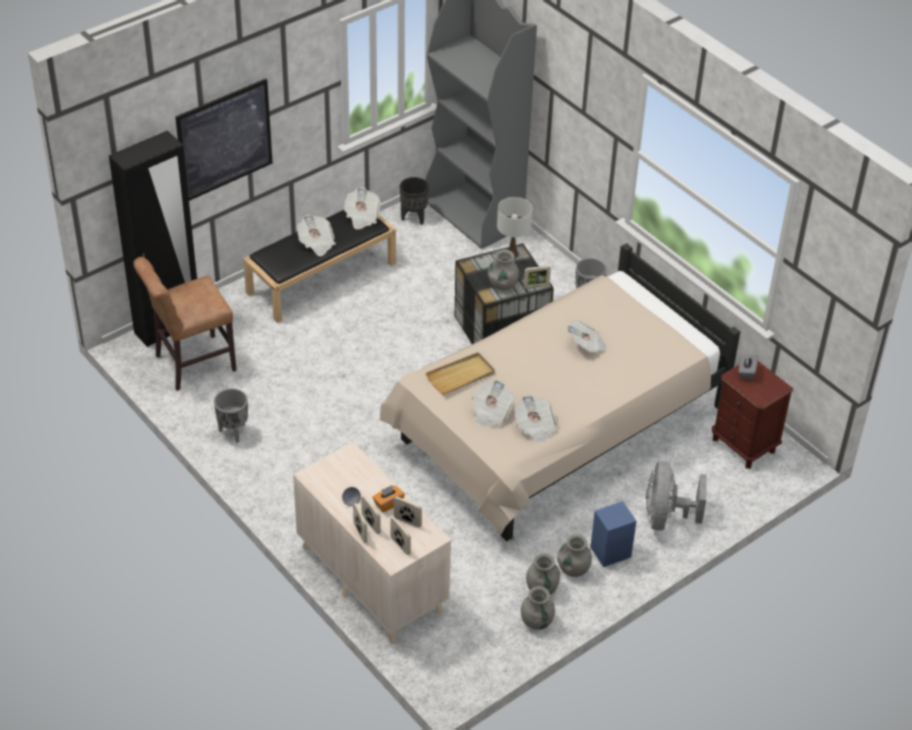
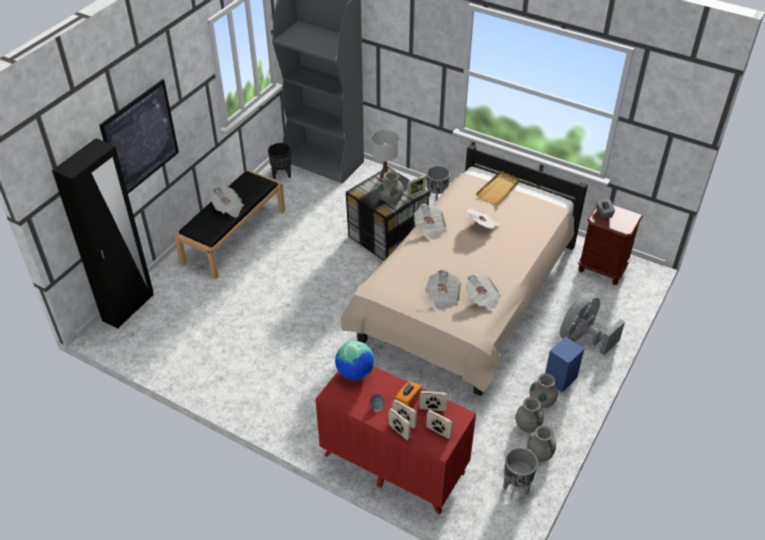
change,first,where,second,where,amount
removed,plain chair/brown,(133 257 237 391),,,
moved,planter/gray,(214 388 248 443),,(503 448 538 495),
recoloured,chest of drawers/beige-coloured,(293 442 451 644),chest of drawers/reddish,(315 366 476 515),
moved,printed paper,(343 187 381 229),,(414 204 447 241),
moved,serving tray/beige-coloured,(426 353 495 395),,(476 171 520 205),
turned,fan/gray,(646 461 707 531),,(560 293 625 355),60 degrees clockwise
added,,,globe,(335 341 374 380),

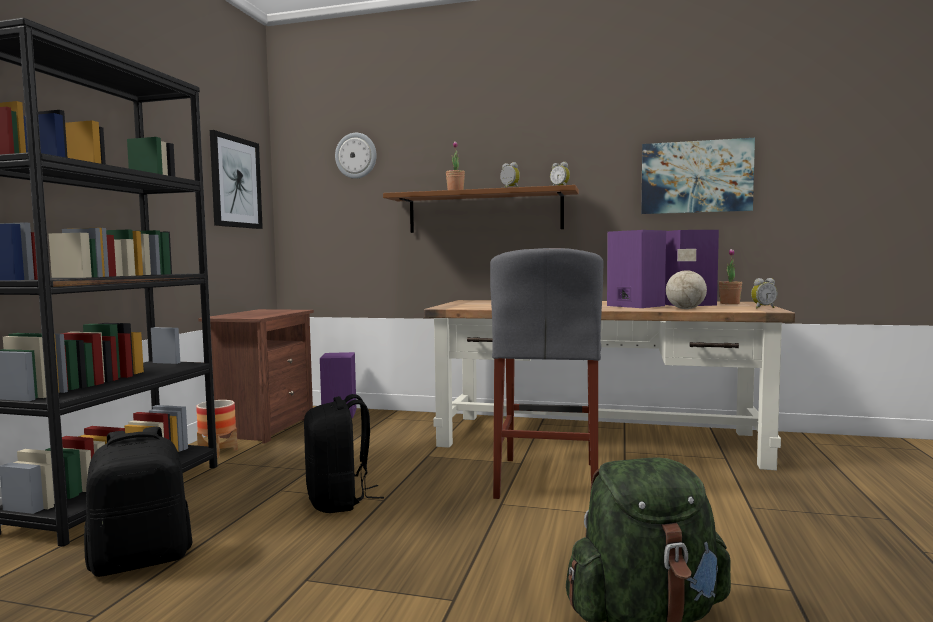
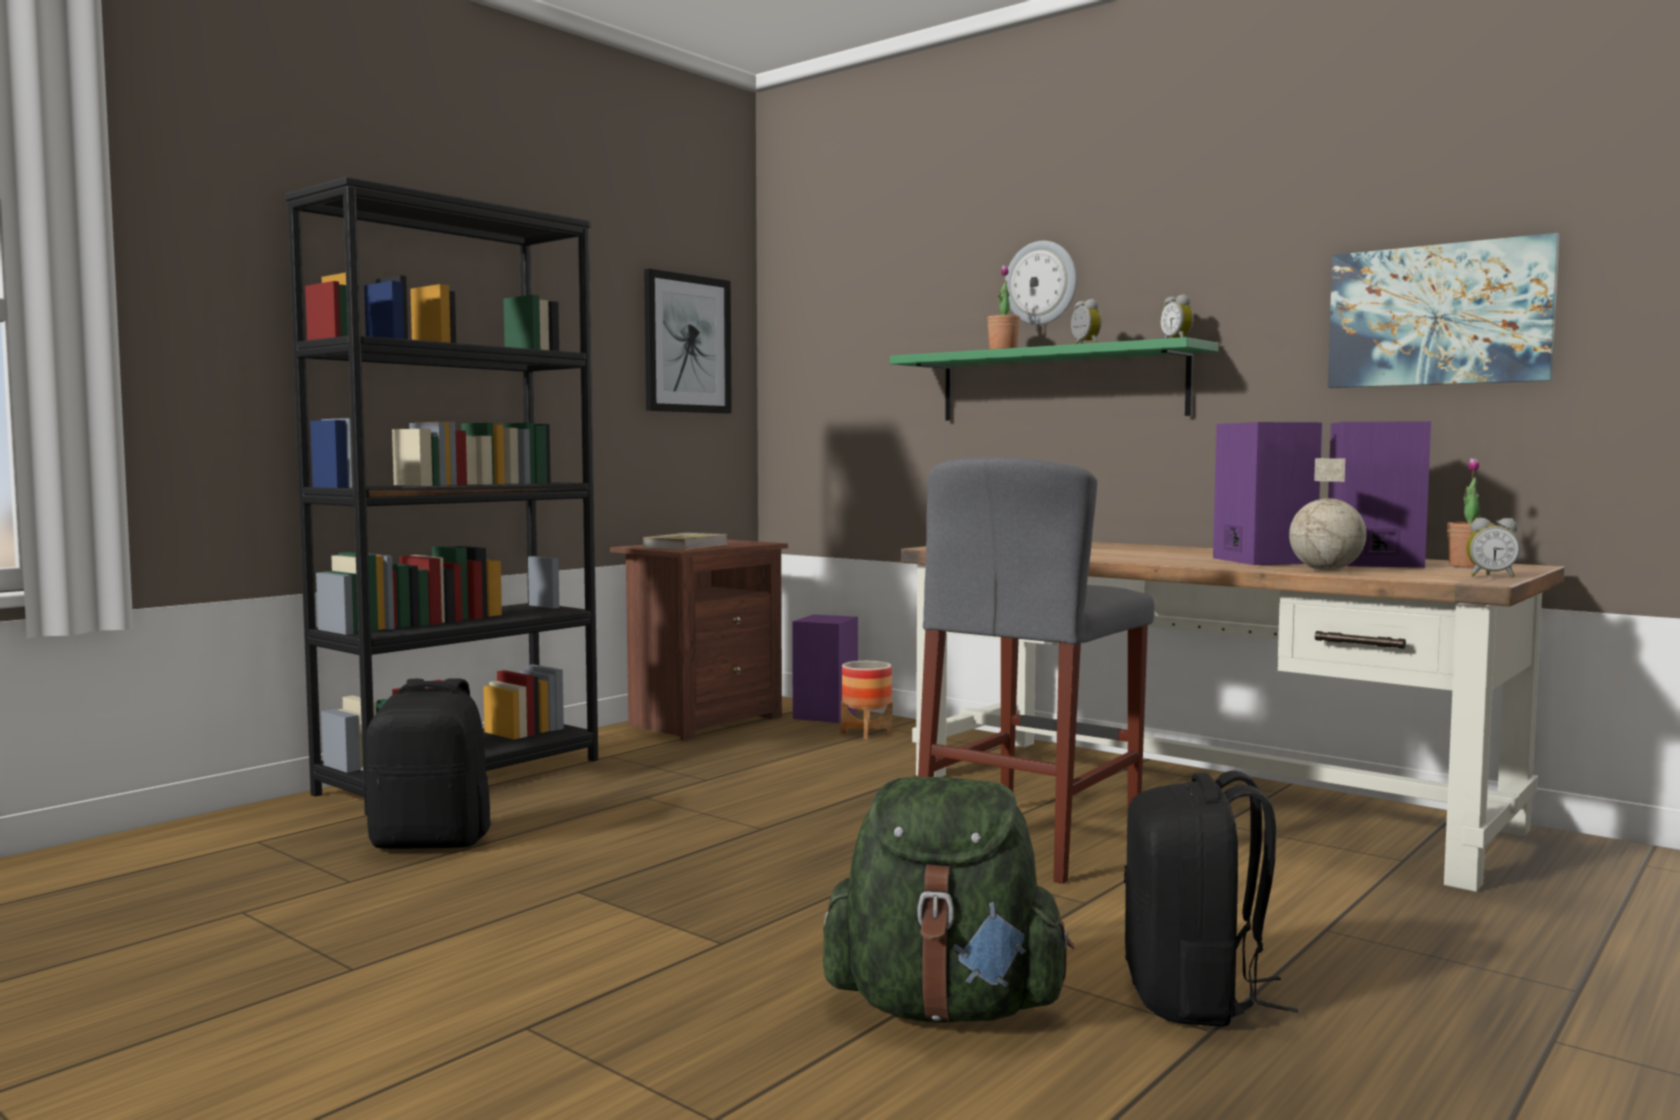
change,first,where,second,where,amount
moved,planter,(196 400 238 458),,(841 661 893 739),
moved,backpack/black-coloured,(304 394 384 513),,(1124 770 1298 1027),
moved,clock on the wall,(335 133 377 179),,(1005 241 1077 325),
recoloured,bracket shelf/brown,(383 185 579 233),bracket shelf/green-coloured,(890 337 1219 421),
added,,,bound book,(643 533 728 550),

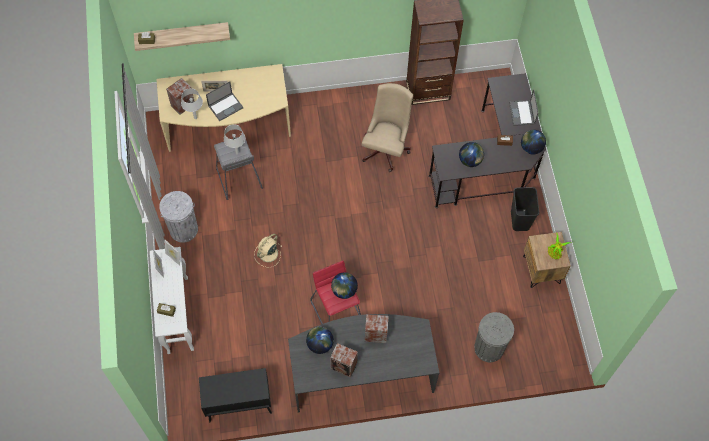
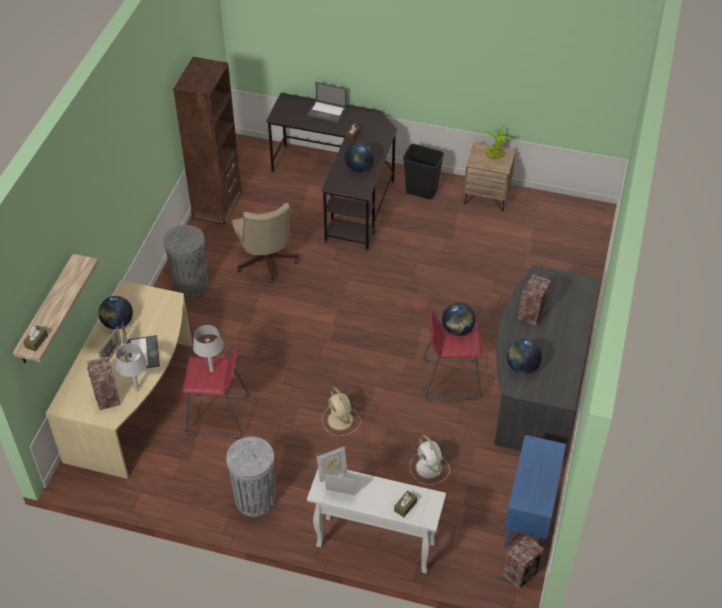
change,first,where,second,where,amount
recoloured,cupboard/black-coloured,(199 368 272 422),cupboard/bluish,(504 435 566 548),
recoloured,sitting stool/gray,(214 137 263 200),sitting stool/reddish,(182 342 249 439),
moved,loudspeaker,(330 343 358 377),,(503 535 544 589),
turned,desk chair/beige-coloured,(361 83 413 172),,(232 203 299 283),150 degrees counterclockwise
moved,waste bin/gray,(474 312 514 362),,(163 225 209 298),
moved,globe,(521 130 546 154),,(98 296 133 329),
added,,,fan/whitish,(410 435 450 485),

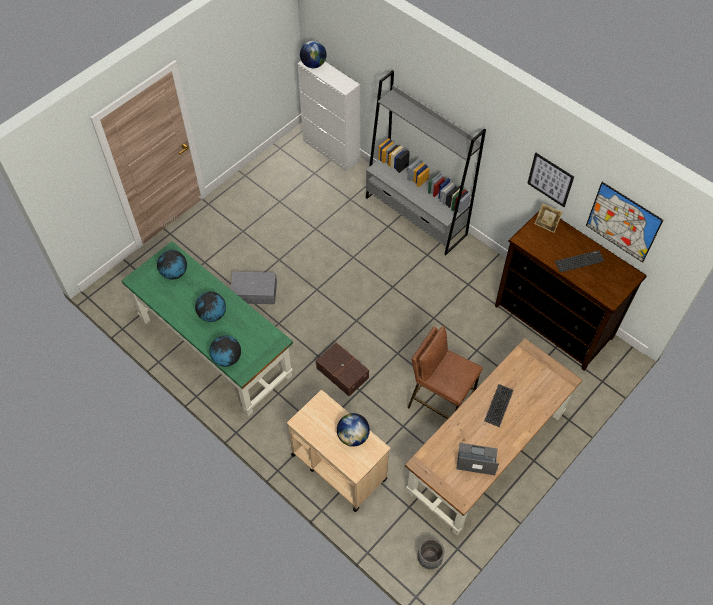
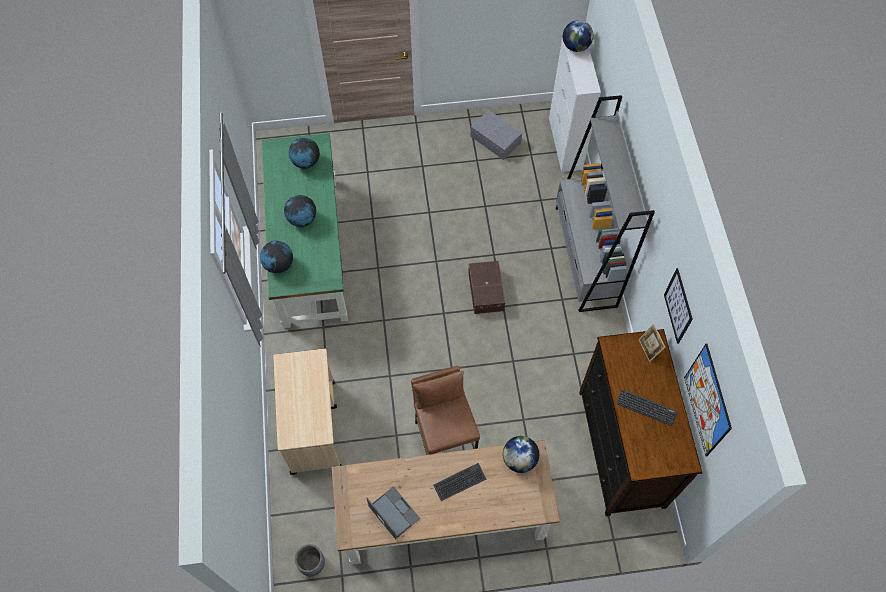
change,first,where,second,where,amount
moved,storage box/gray,(230 272 277 304),,(470 110 522 160),
moved,storage box/brown,(316 342 369 396),,(468 261 505 314),
moved,globe,(337 413 370 447),,(503 436 539 473),

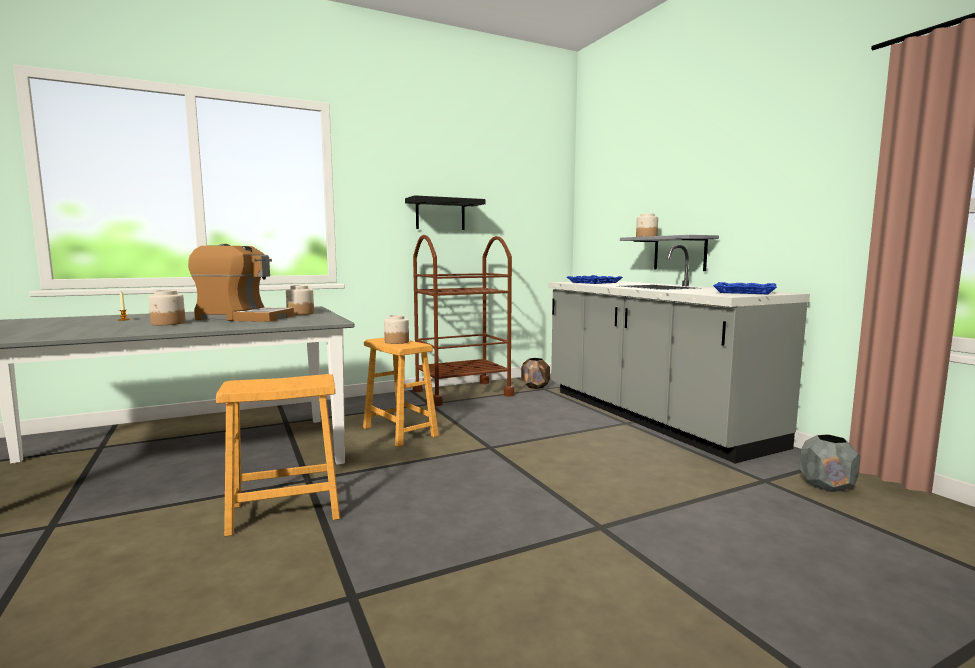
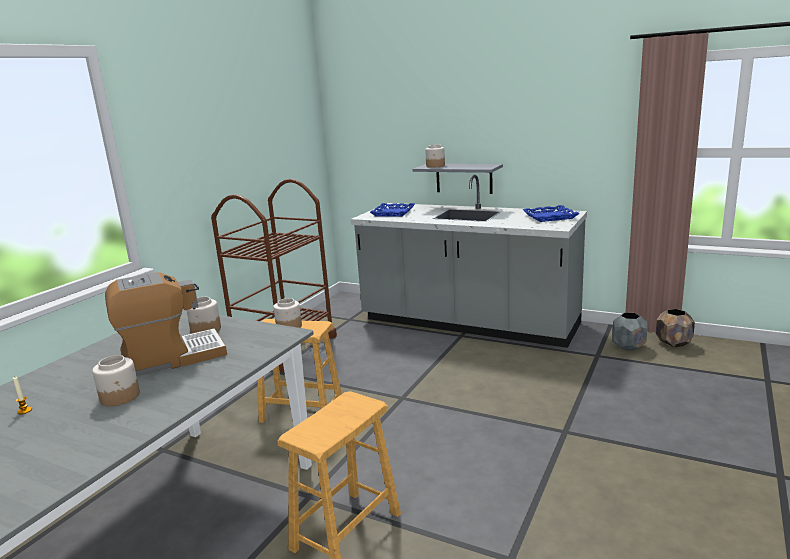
change,first,where,second,where,amount
removed,bracket shelf/black-coloured,(405 195 486 230),,,
moved,planter/brown,(521 358 550 389),,(656 309 695 347),

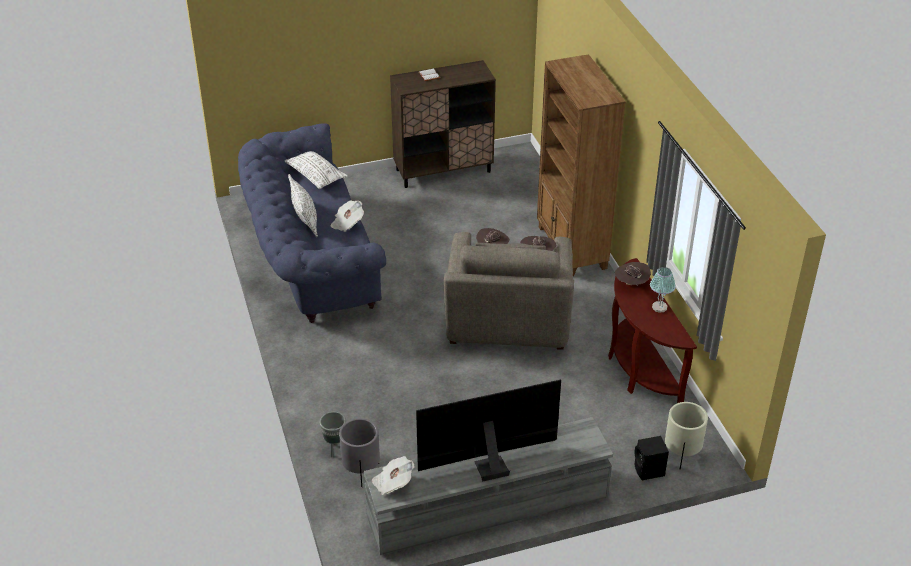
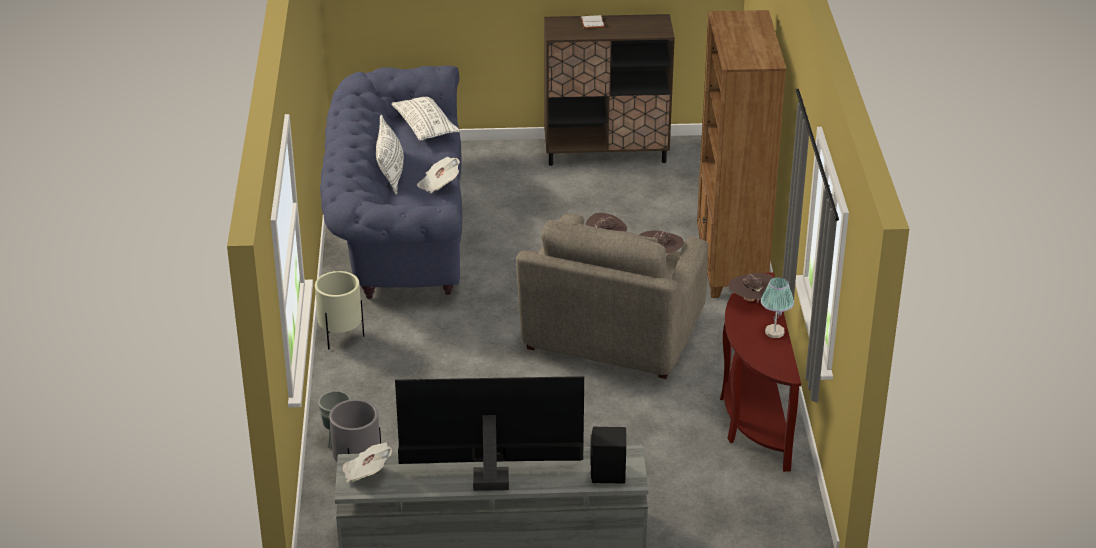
change,first,where,second,where,amount
moved,loudspeaker/black-coloured,(635 436 669 480),,(590 426 626 484),
moved,planter/beige-coloured,(665 402 708 470),,(315 271 364 349),

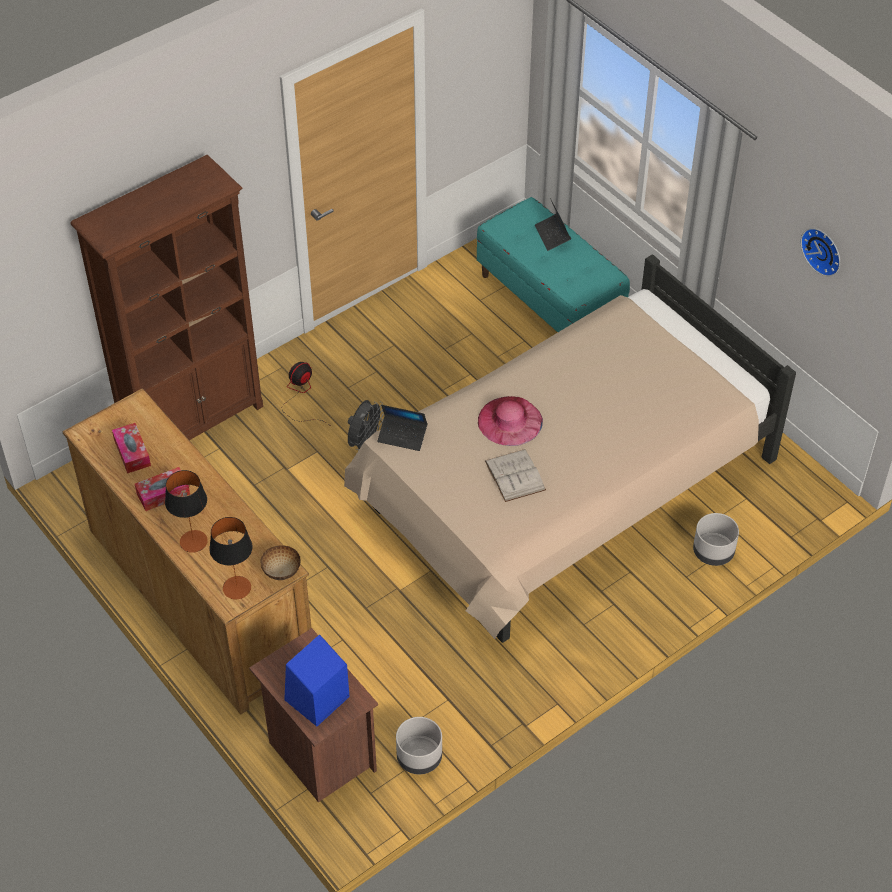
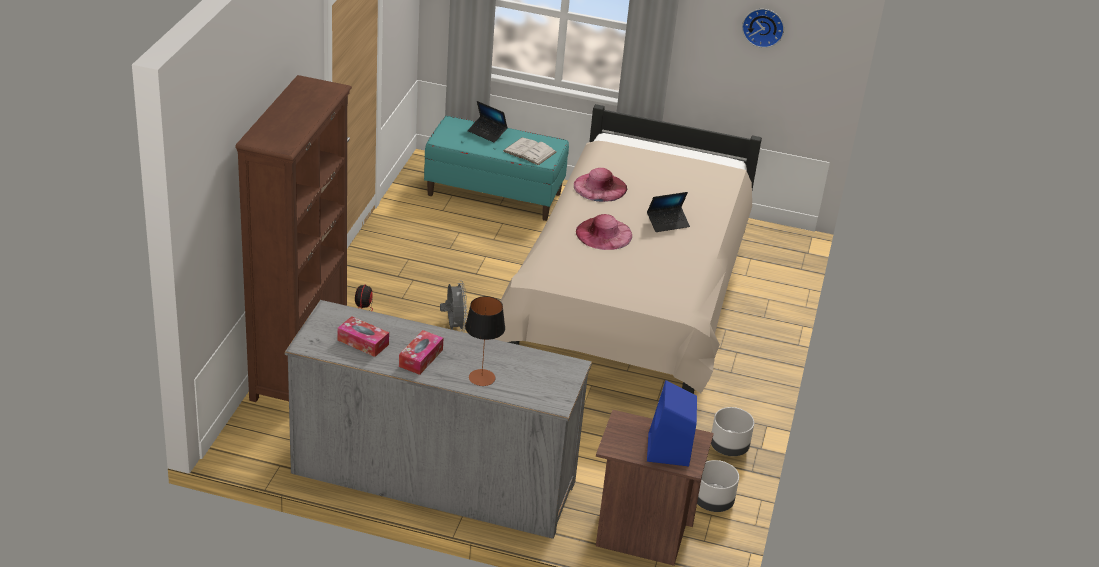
change,first,where,second,where,amount
recoloured,chest of drawers/brown,(63 388 311 715),chest of drawers/gray,(285 300 592 539),
removed,table lamp,(209 517 253 599),,,
removed,serving bowl,(260 545 300 580),,,
moved,portable computer,(377 405 428 451),,(647 192 690 232),
moved,bound book/whitish,(485 449 546 502),,(503 137 556 165),
moved,planter/gray,(693 513 739 566),,(711 407 754 456),
added,,,hat/pink-coloured,(574 168 627 202),

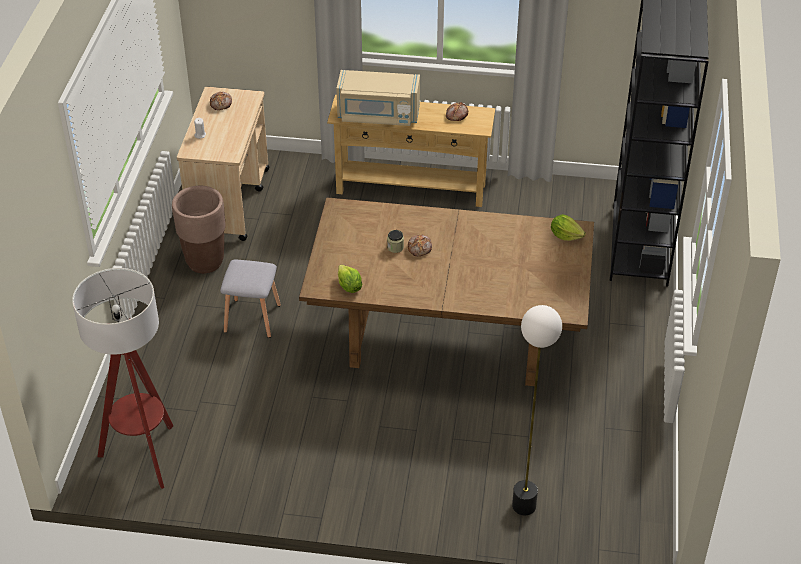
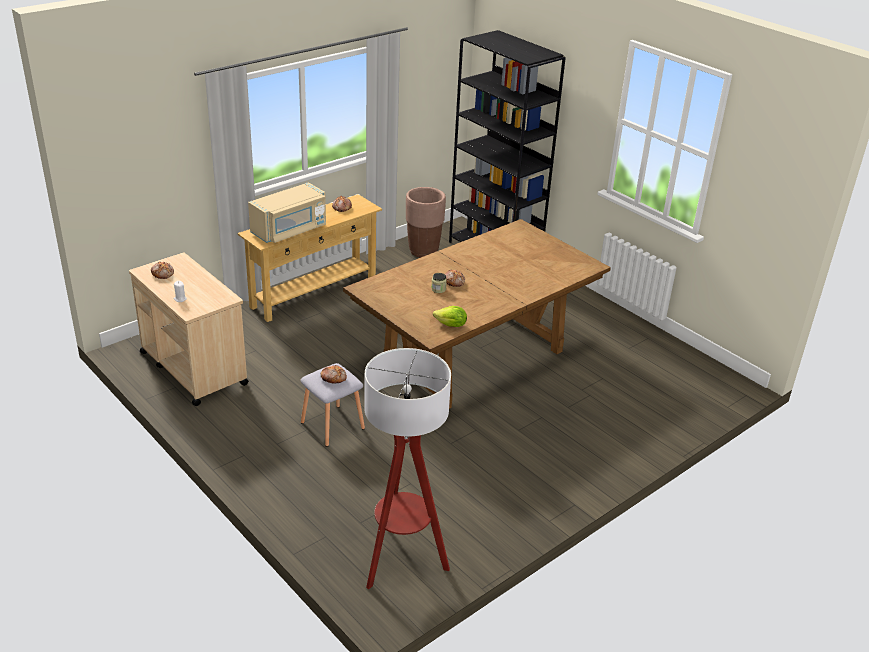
change,first,where,second,where,amount
moved,planter/brown,(172 186 226 273),,(406 187 446 258),
removed,floor lamp,(512 305 562 515),,,
removed,lettuce,(551 214 586 241),,,
added,,,baked bread,(320 365 347 383),

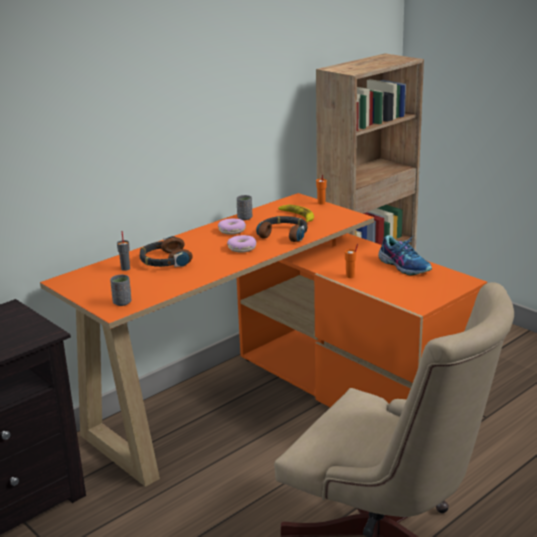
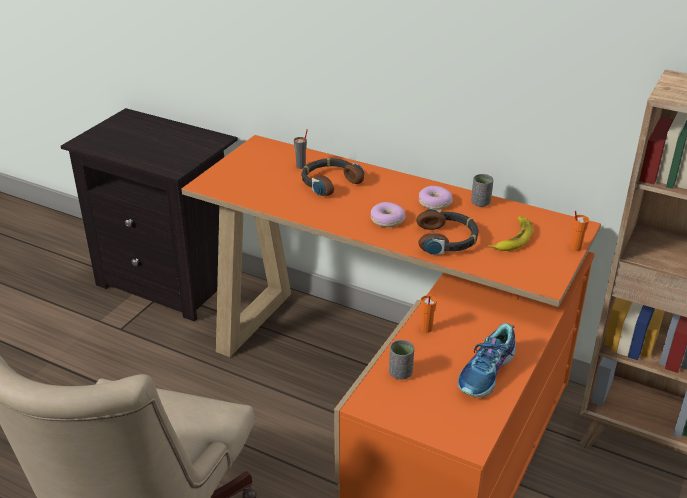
change,first,where,second,where,amount
moved,drinking cup/gray,(110 275 131 306),,(389 340 414 380),

